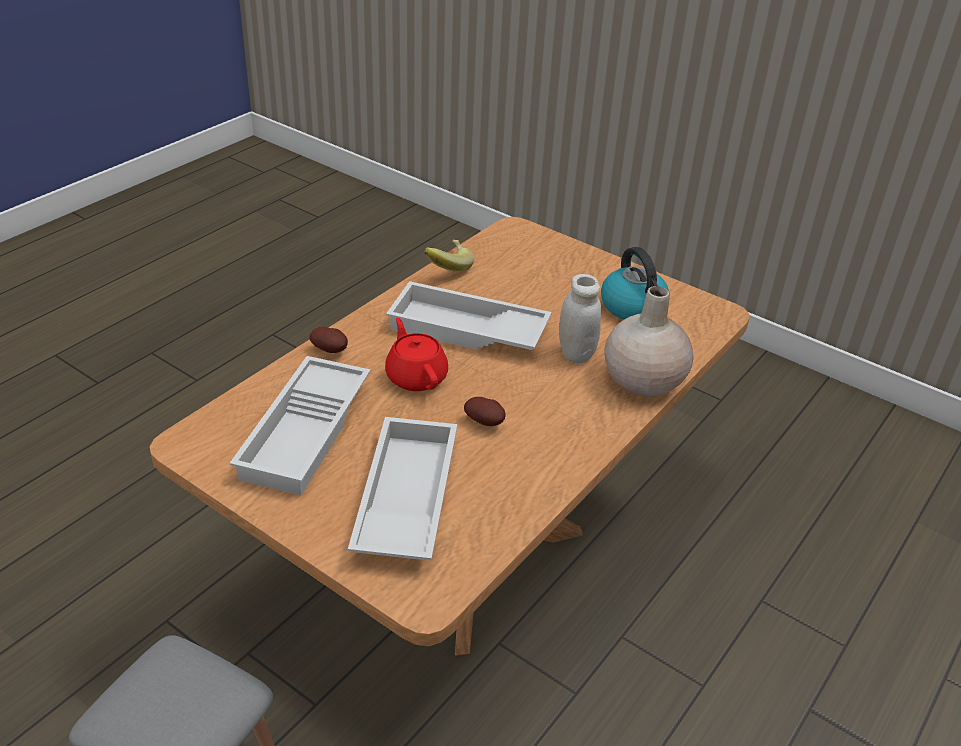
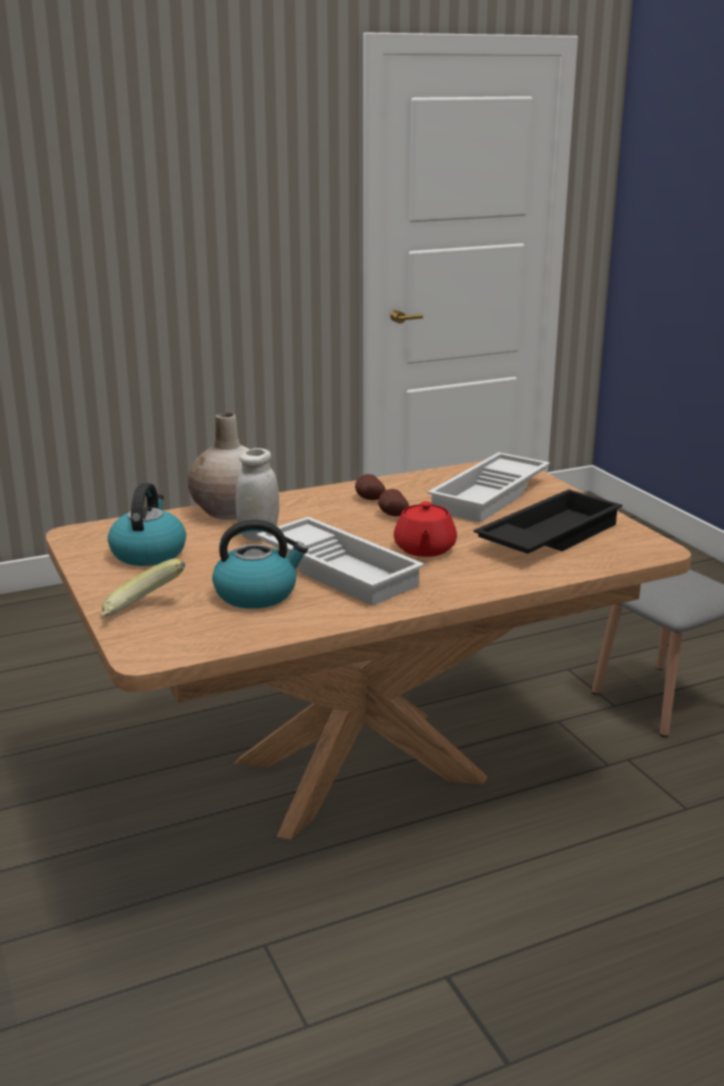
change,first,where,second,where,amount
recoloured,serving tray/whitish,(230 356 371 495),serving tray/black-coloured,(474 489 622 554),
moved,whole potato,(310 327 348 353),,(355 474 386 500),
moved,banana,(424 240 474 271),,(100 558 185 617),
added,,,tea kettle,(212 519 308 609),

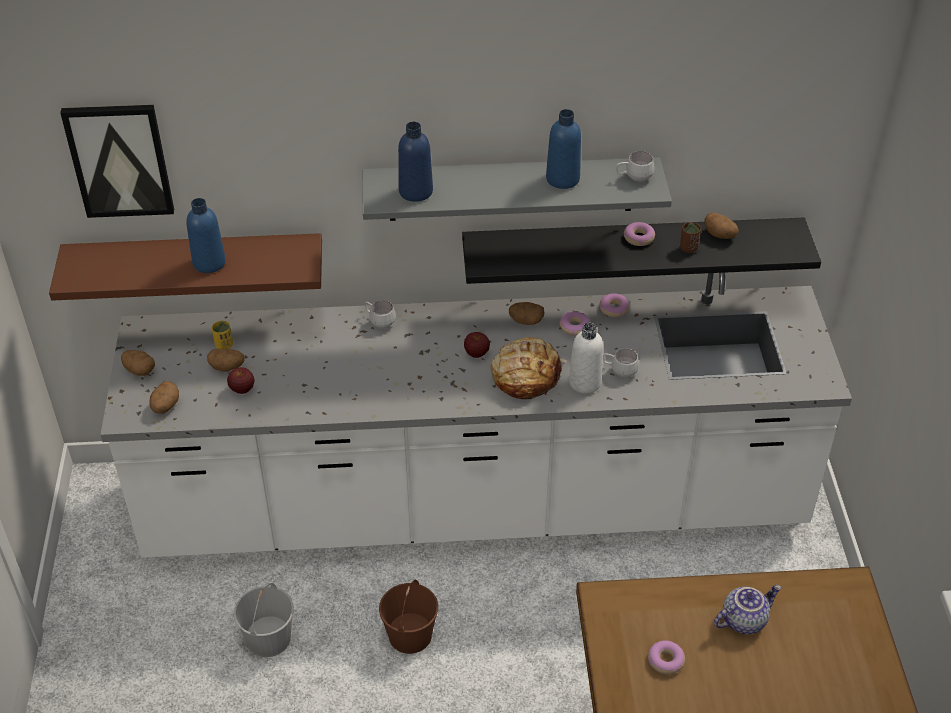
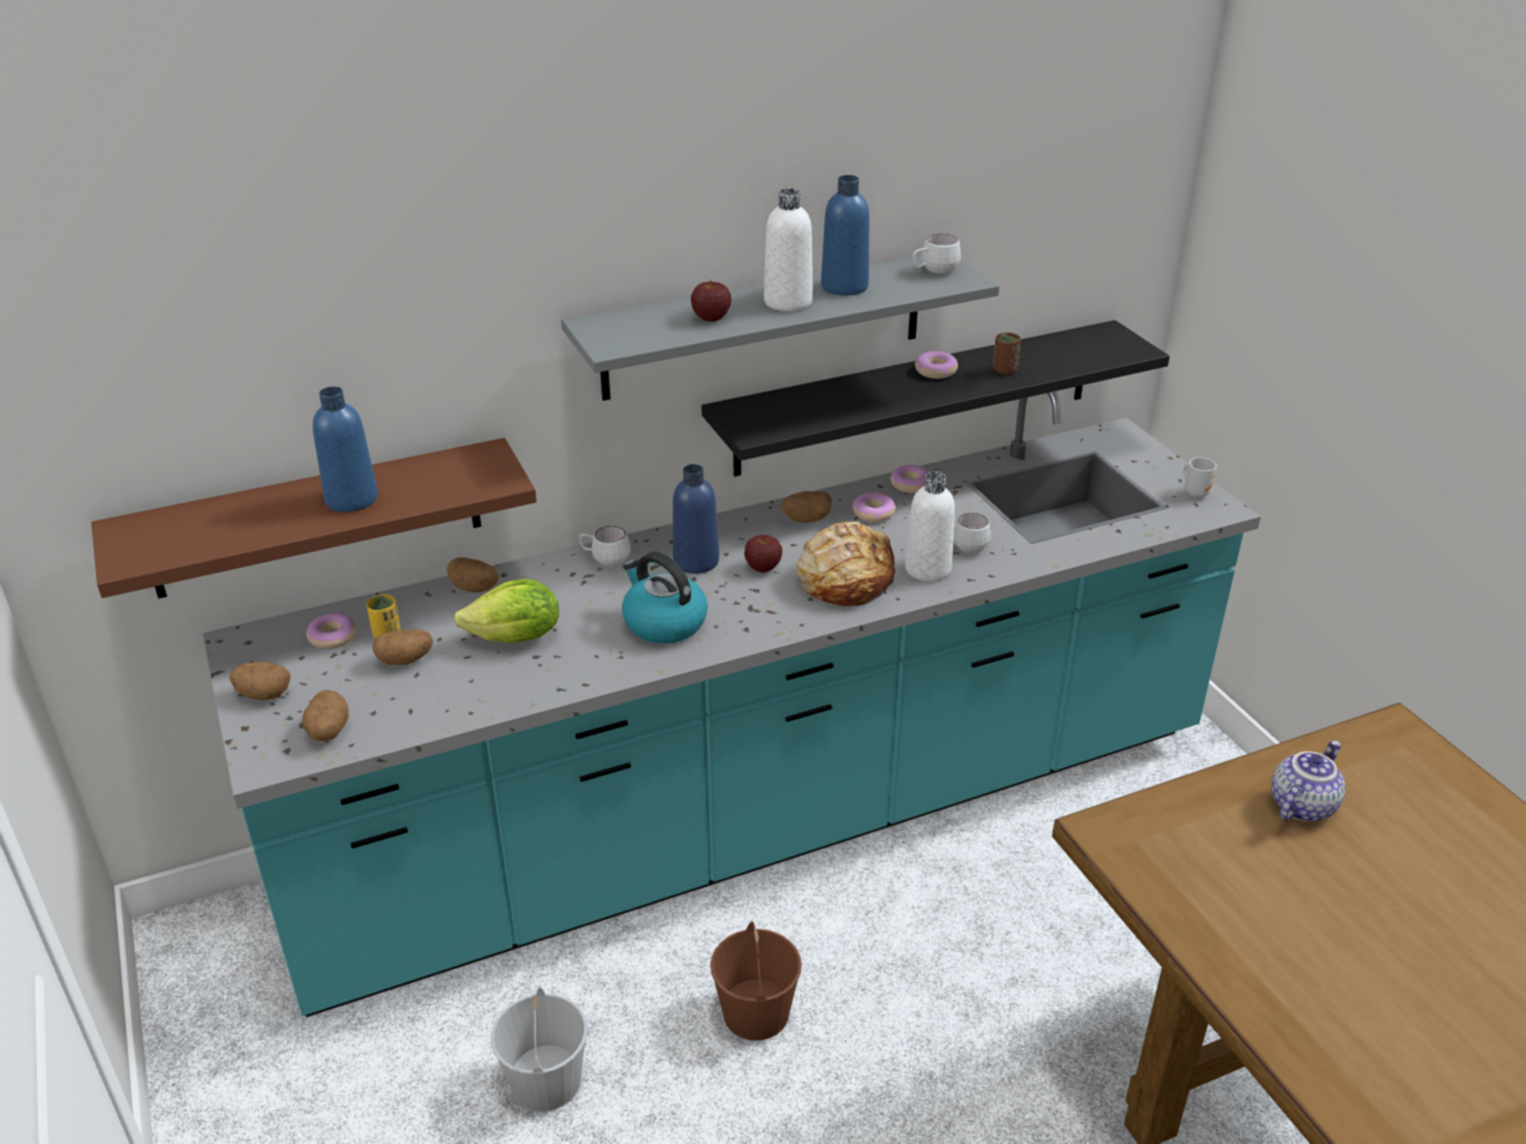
change,first,where,second,where,amount
removed,picture,(60 105 174 218),,,
recoloured,counter/whitish,(101 273 852 558),counter/turquoise-coloured,(203 391 1261 1017),
moved,apple,(227 367 255 394),,(691 280 732 322),
moved,beverage bottle/bluish,(398 122 433 202),,(673 464 719 574),
moved,donut,(648 640 685 674),,(307 613 357 649),
moved,whole potato,(704 213 739 239),,(447 557 499 592),
added,,,lettuce,(454 579 559 643),
added,,,tea kettle,(622 552 708 644),
added,,,beverage bottle/whitish,(764 188 813 311),
added,,,tea mug,(1183 458 1217 498),

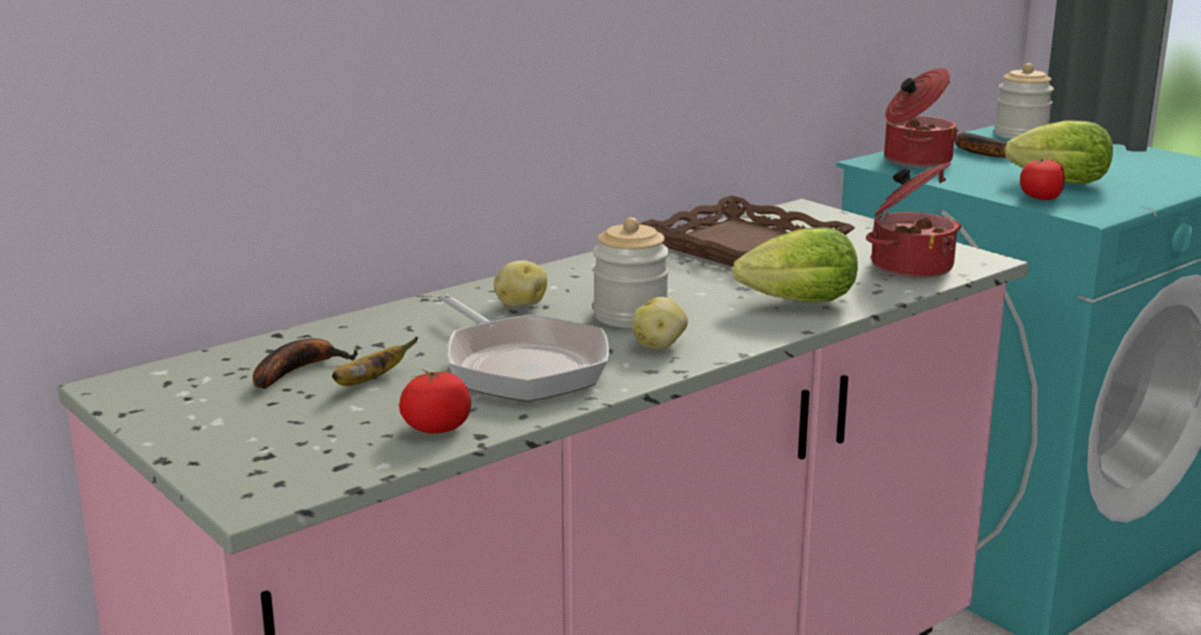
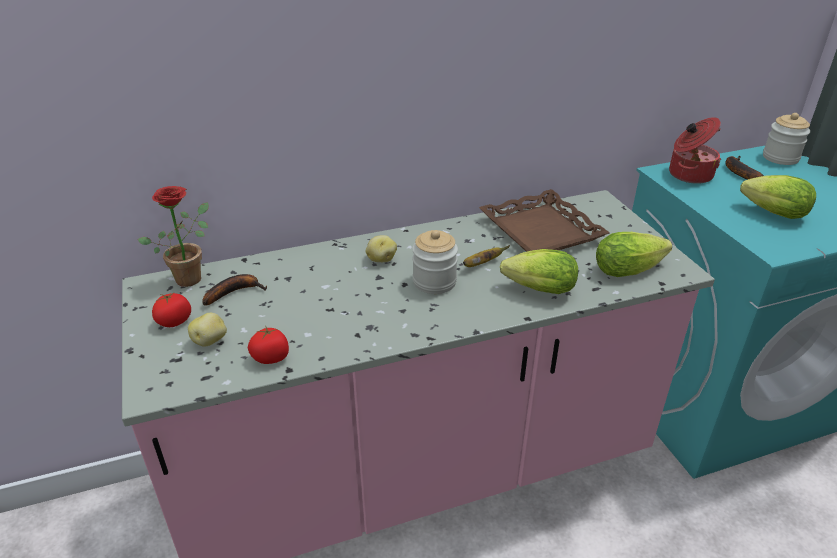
change,first,where,second,where,amount
moved,banana,(332 337 418 386),,(463 245 510 267),
removed,pan,(440 294 609 402),,,
moved,whole potato,(633 297 688 350),,(188 313 227 347),
replaced,cooking pot,(866 162 962 278),lettuce,(596 232 672 277),
moved,fresh tomato,(1020 159 1065 200),,(152 293 191 327),
added,,,plant in a pot,(137 186 209 287),

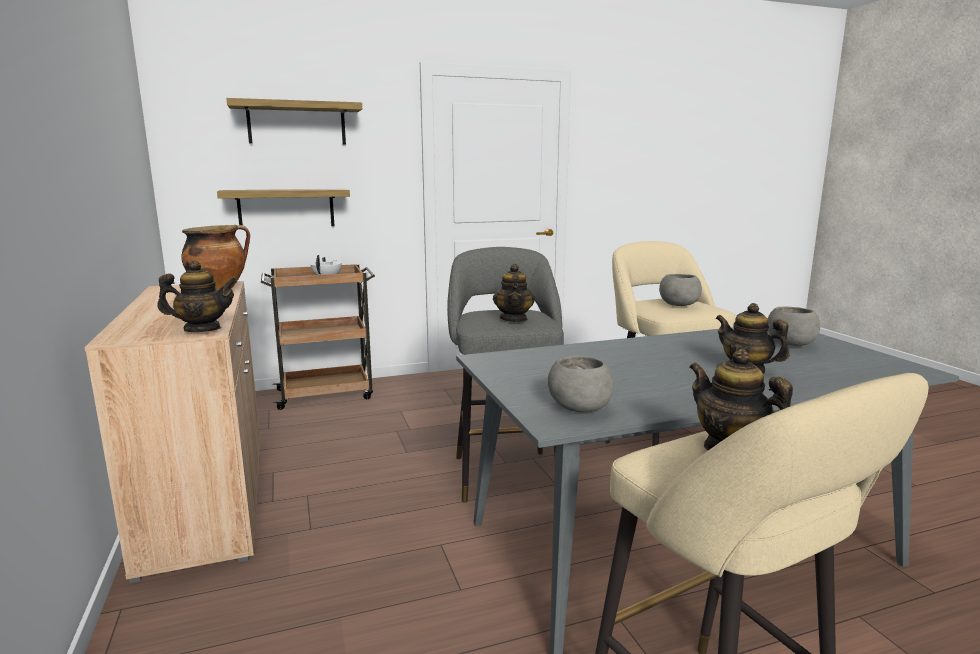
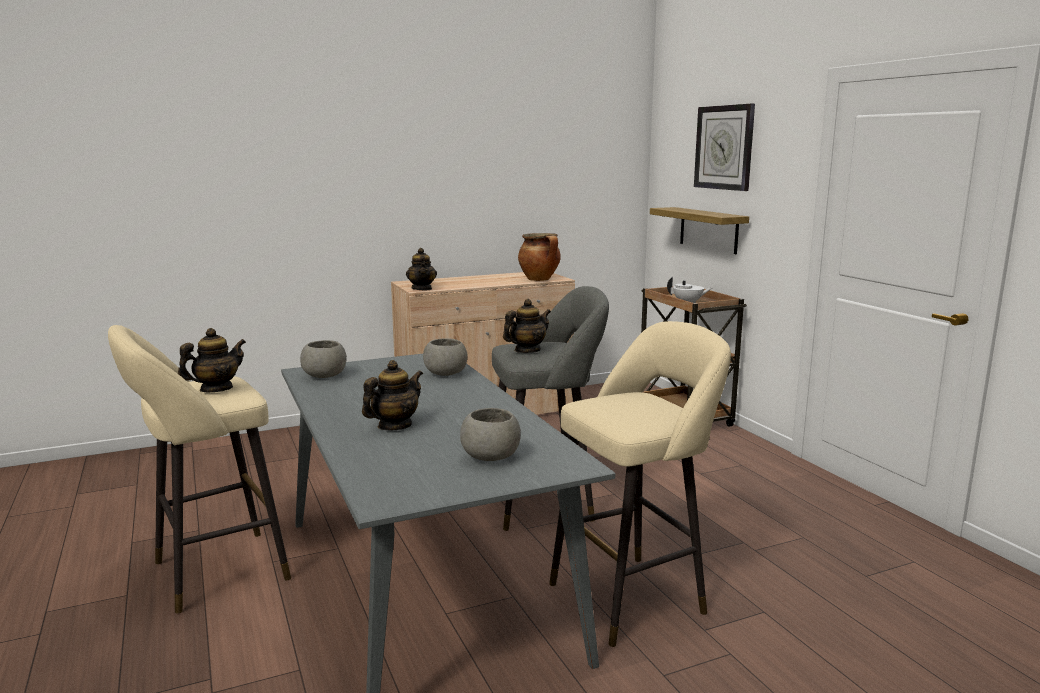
change,first,where,second,where,amount
replaced,bracket shelf,(226 98 362 145),clock on the wall,(694 104 755 191),
turned,pot for tea,(493 264 535 322),,(503 299 551 353),150 degrees clockwise
moved,serving bowl/gray,(659 274 702 306),,(423 338 468 376),

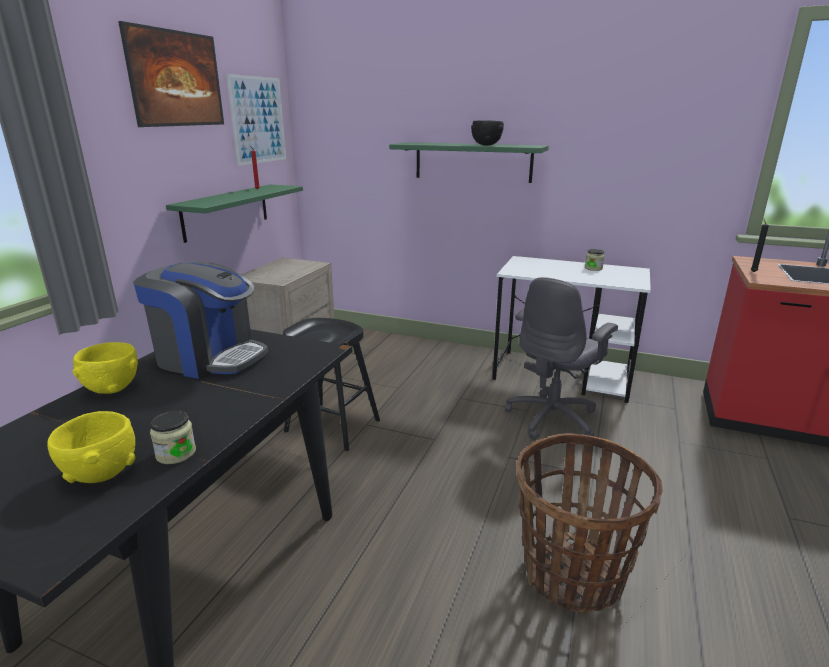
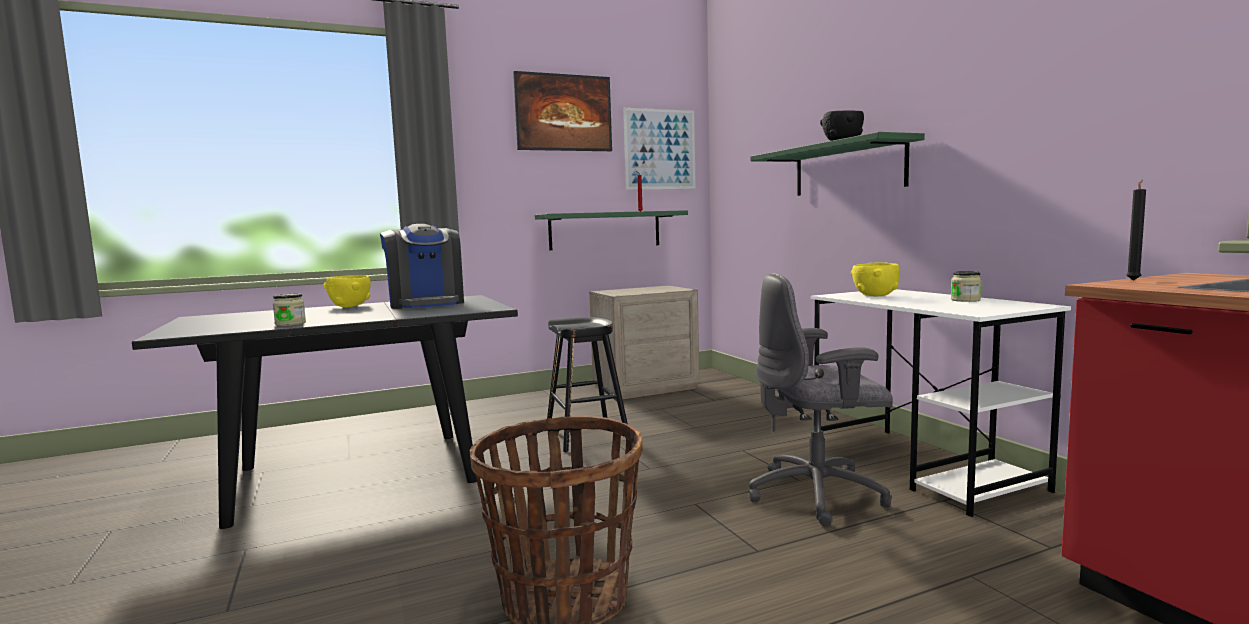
change,first,where,second,where,amount
moved,serving bowl/yellow-coloured,(47 411 135 483),,(851 262 899 296),

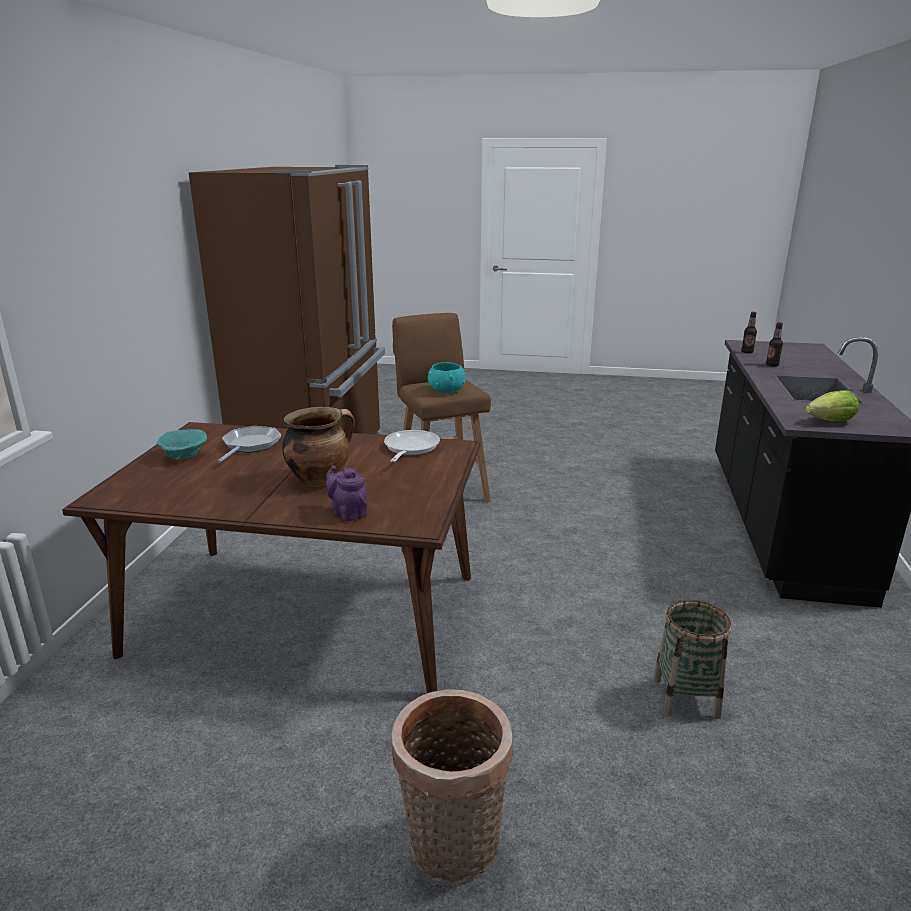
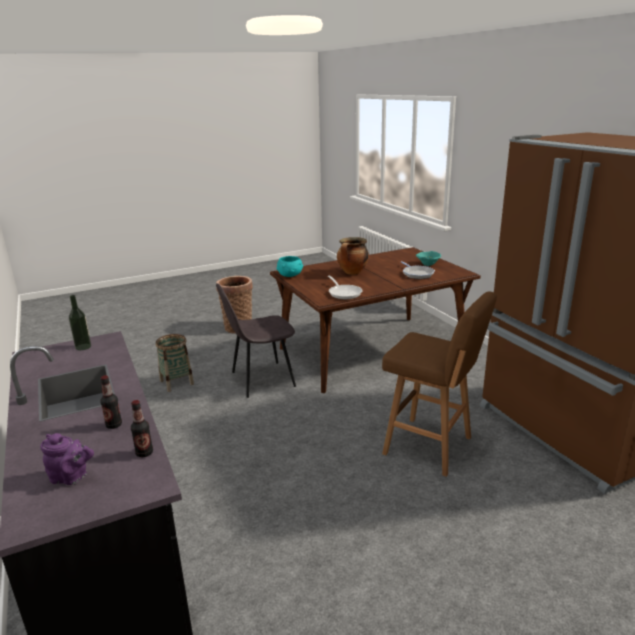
change,first,where,second,where,amount
moved,pot for tea/purplish,(326 465 367 521),,(40 433 94 485),
moved,serving bowl/turquoise-coloured,(428 362 465 393),,(276 256 303 277),
replaced,lettuce,(805 390 859 421),beverage bottle,(69 295 91 350),
added,,,plain chair/gray,(216 283 296 398),

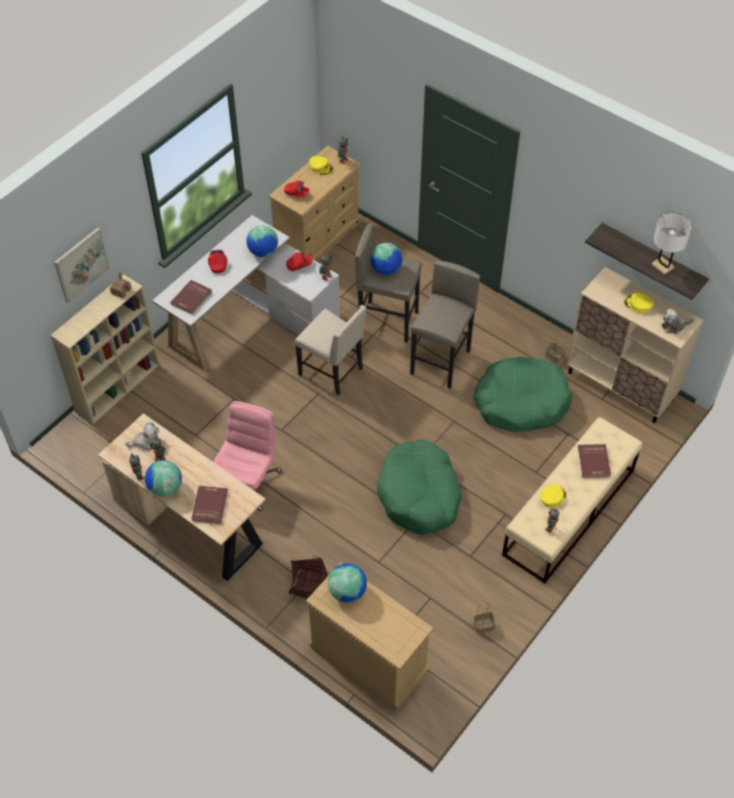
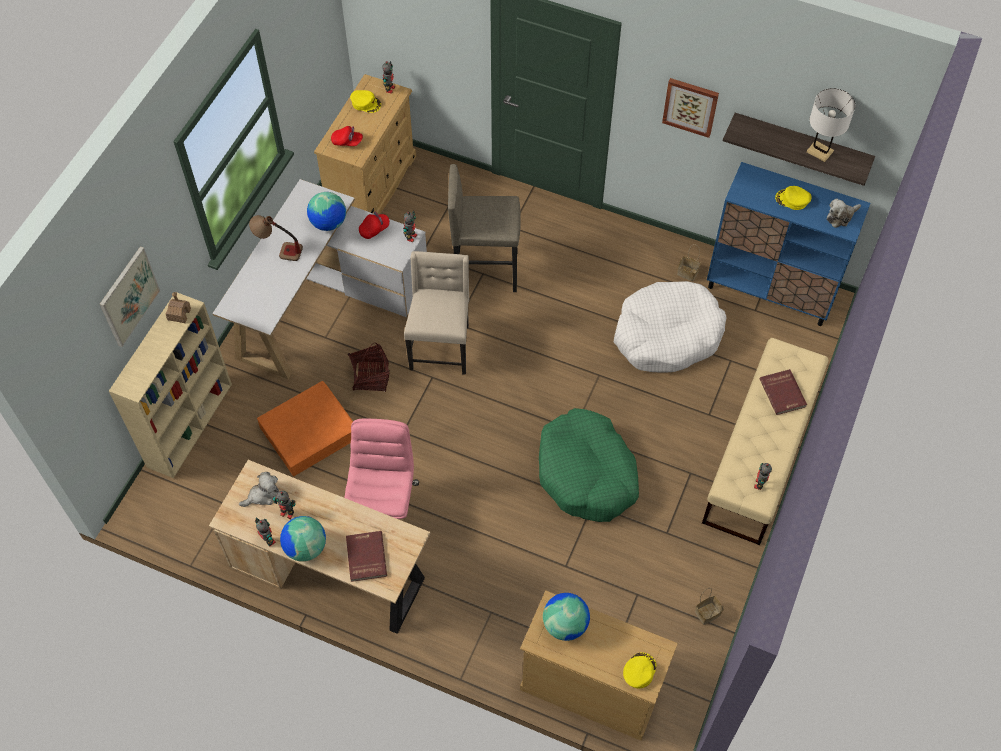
change,first,where,second,where,amount
removed,bound book/reddish,(170 280 212 315),,,
replaced,baseball cap/reddish,(208 250 227 273),table lamp,(249 215 303 261),
moved,basket,(289 557 327 599),,(348 342 390 392),
turned,plain chair/beige-coloured,(295 305 366 395),,(404 251 469 375),105 degrees counterclockwise
removed,globe,(370 243 402 275),,,
removed,sitting stool/gray,(410 260 480 389),,,
recoloured,pet bed/green-coloured,(473 357 573 432),pet bed/whitish,(614 281 727 372),
moved,baseball cap/yellow-coloured,(540 484 567 507),,(623 652 656 688),
recoloured,cupboard/beige-coloured,(566 267 704 423),cupboard/bluish,(707 162 870 326),
added,,,storage box/orangey,(257 381 353 476),
added,,,picture,(662 78 719 138),

